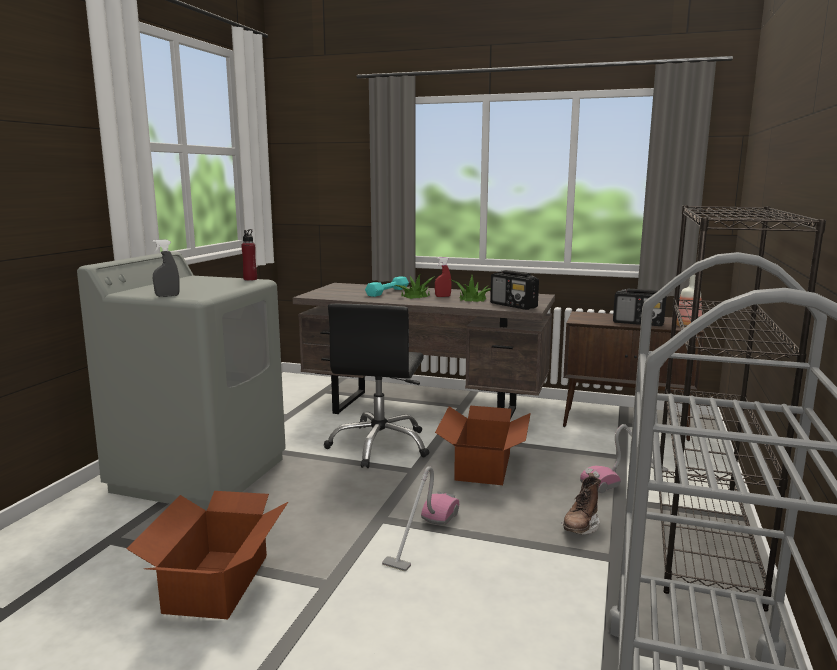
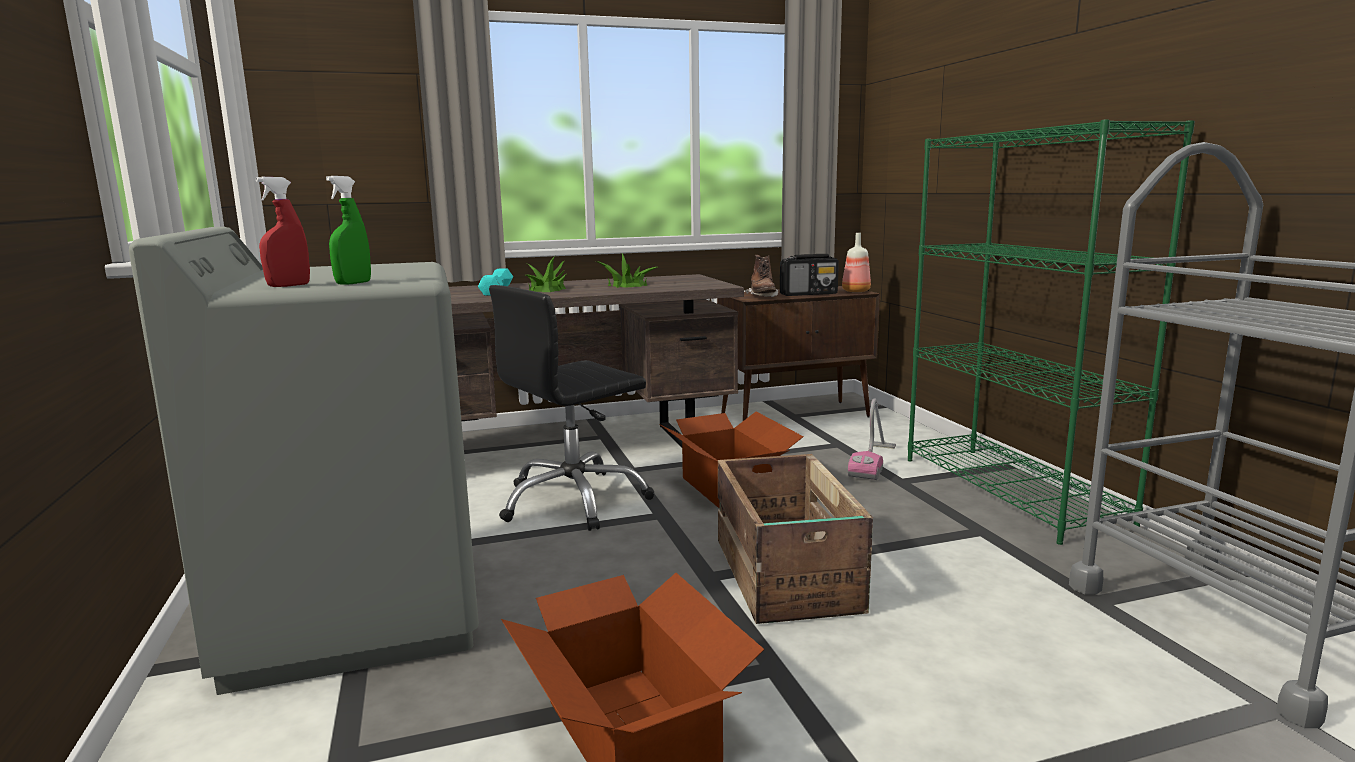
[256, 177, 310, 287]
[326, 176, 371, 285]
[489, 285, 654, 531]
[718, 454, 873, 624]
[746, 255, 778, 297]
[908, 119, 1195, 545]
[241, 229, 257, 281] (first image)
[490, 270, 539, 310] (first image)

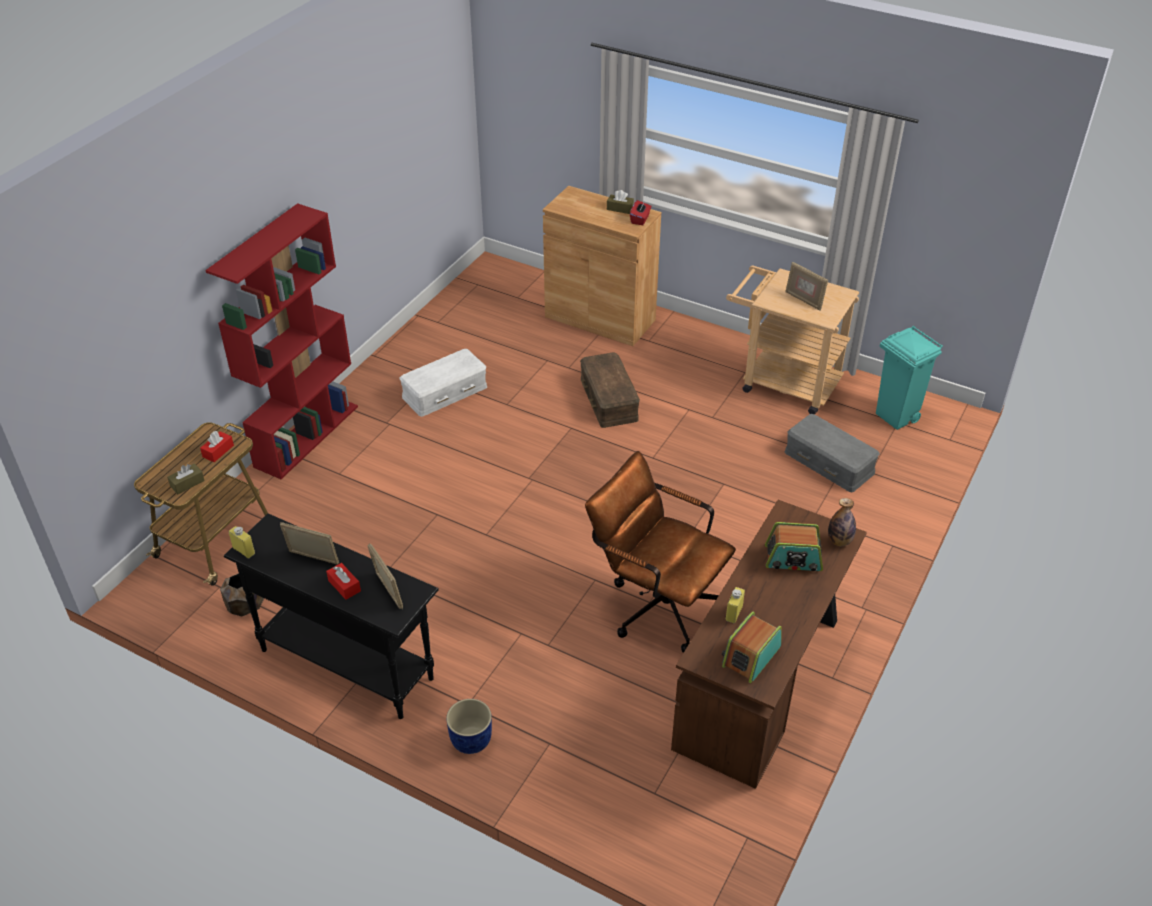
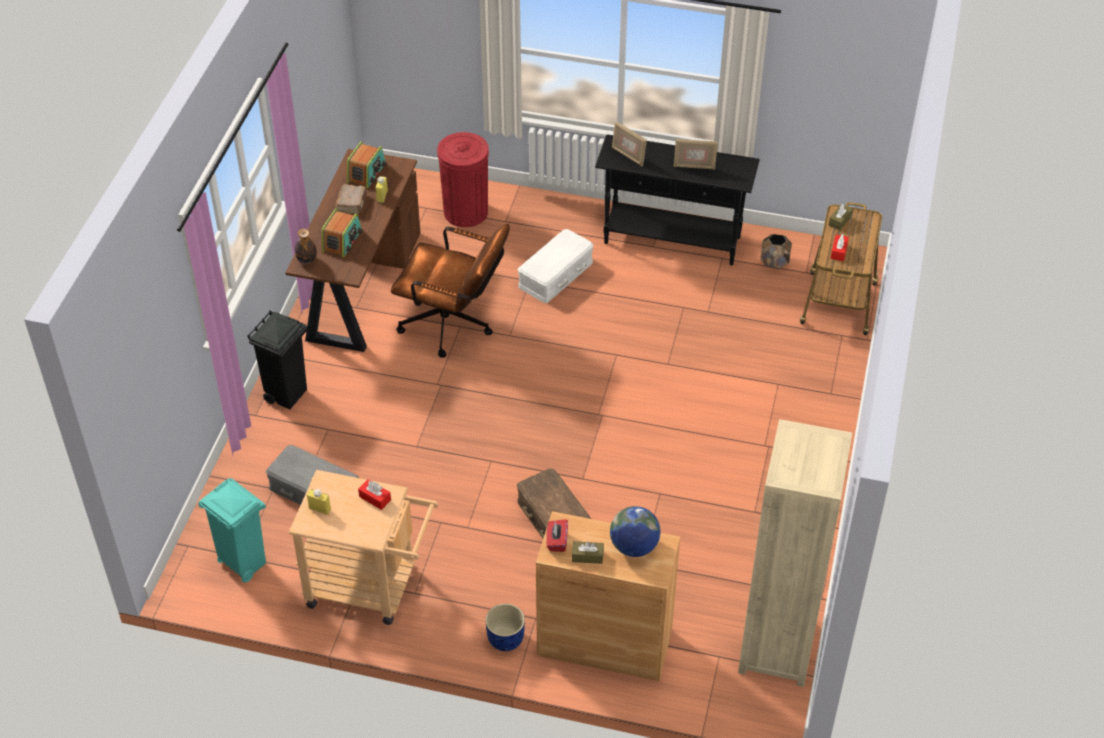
[247, 310, 308, 409]
[307, 489, 331, 515]
[322, 208, 363, 257]
[336, 184, 367, 214]
[358, 480, 391, 510]
[437, 132, 489, 227]
[485, 604, 525, 651]
[518, 229, 593, 303]
[610, 506, 660, 557]
[738, 419, 852, 687]
[205, 203, 358, 479] (first image)
[785, 262, 828, 311] (first image)

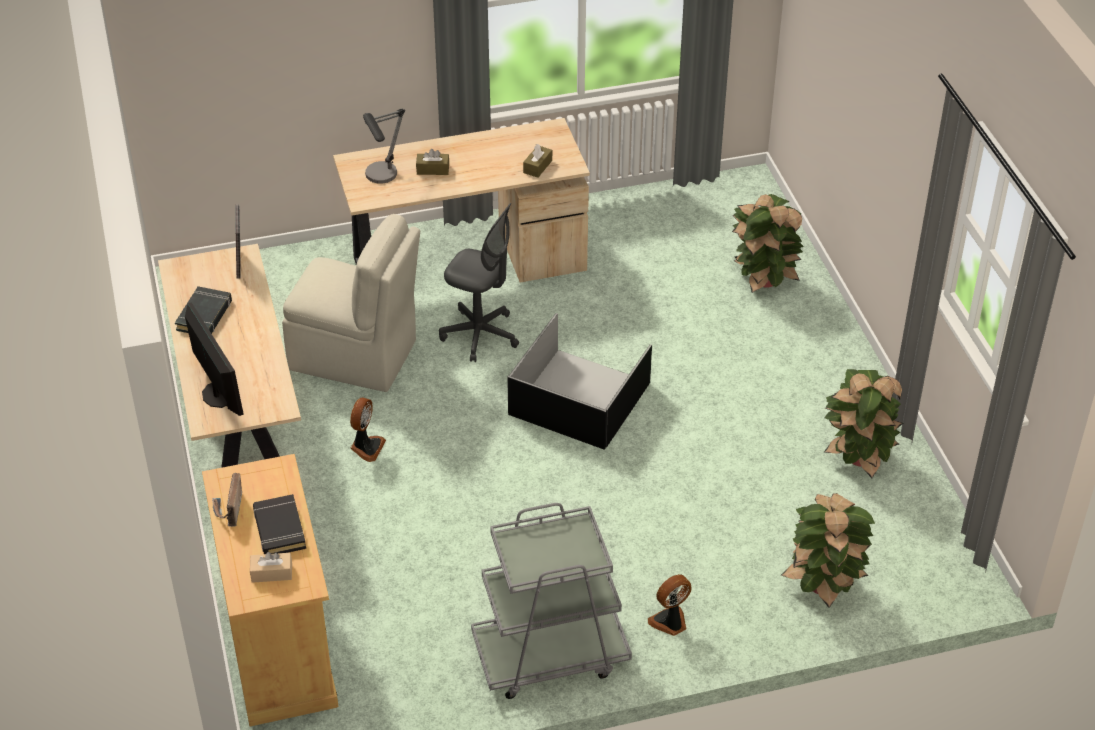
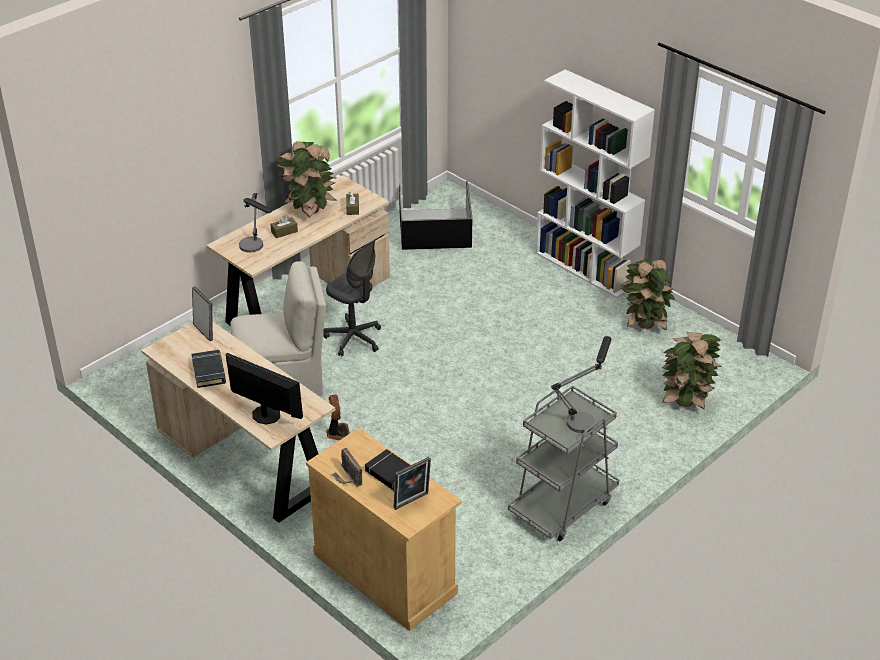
[276, 141, 337, 218]
[323, 240, 381, 357]
[394, 457, 431, 510]
[399, 181, 472, 250]
[535, 69, 655, 298]
[551, 336, 611, 433]
[648, 574, 691, 636] (first image)

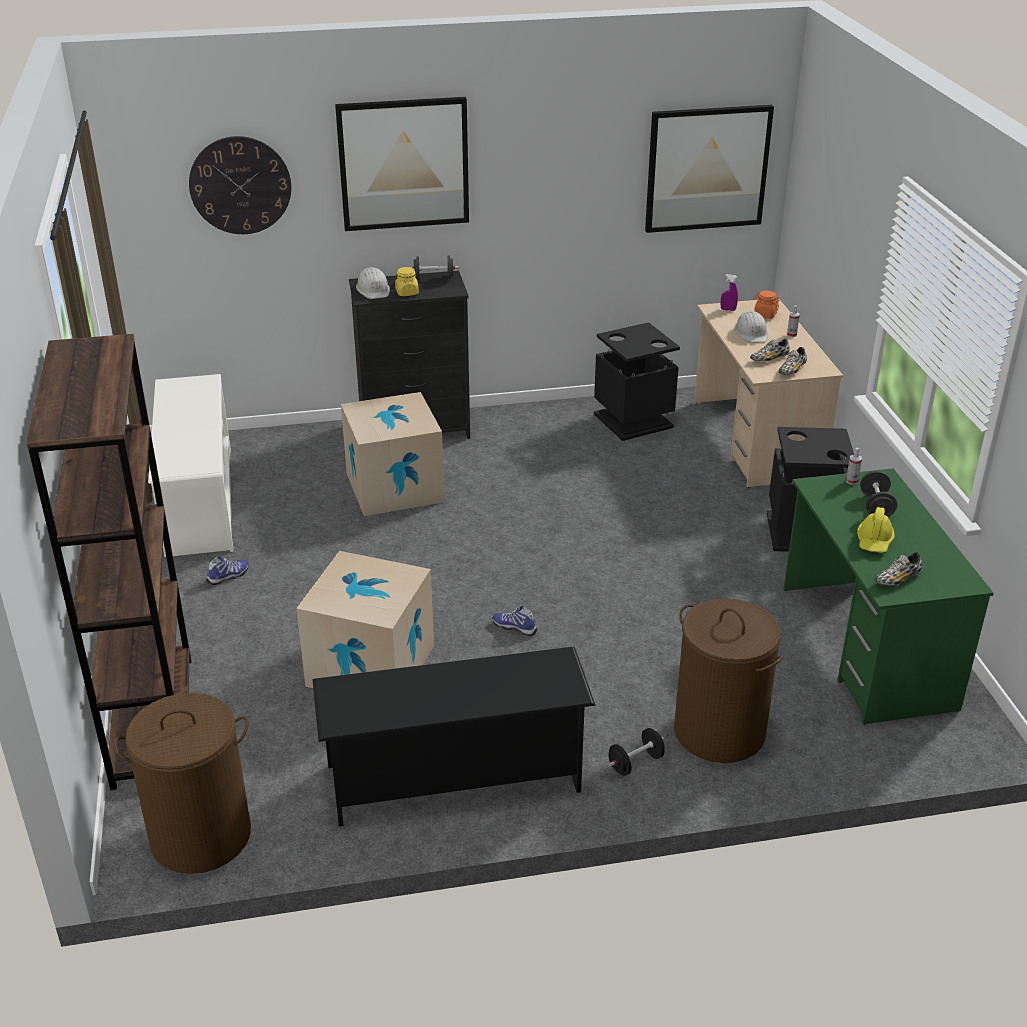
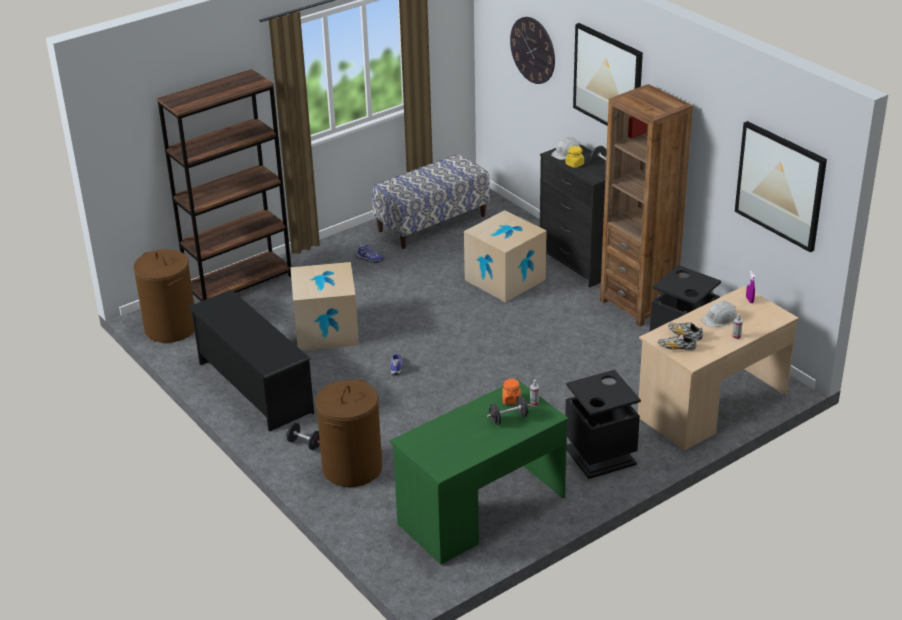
[372, 154, 490, 249]
[502, 378, 521, 405]
[600, 84, 693, 327]
[857, 507, 895, 553] (first image)
[874, 552, 923, 586] (first image)

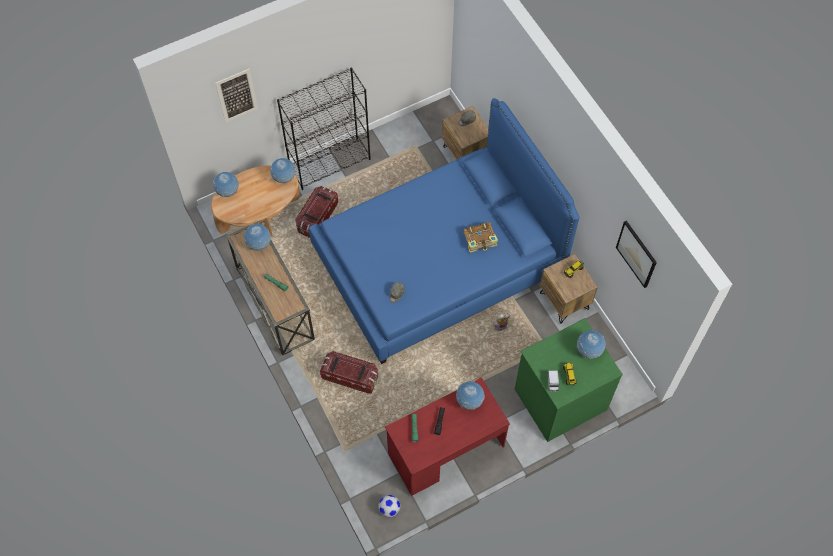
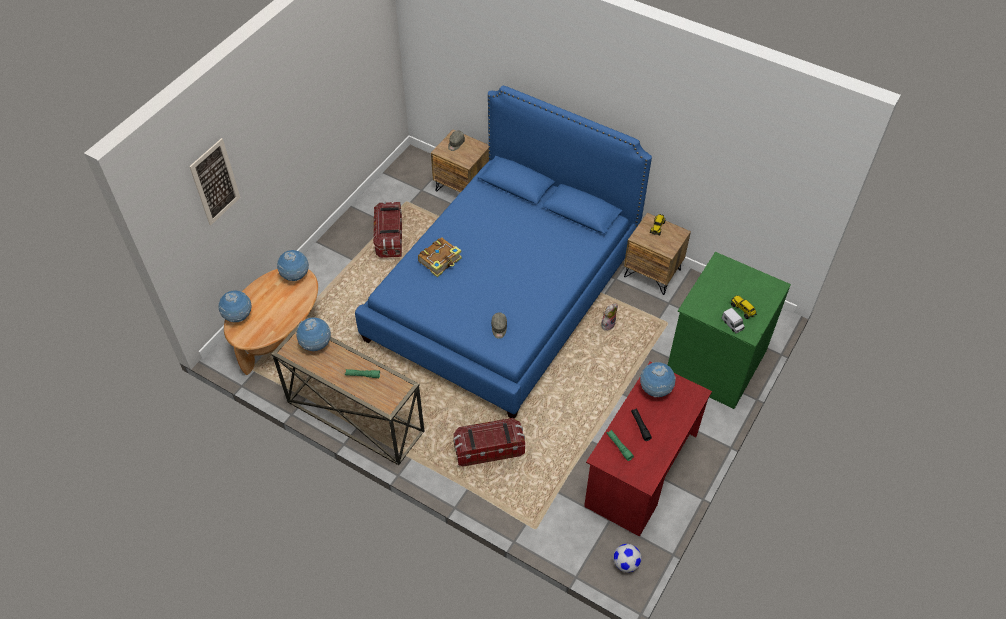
[373, 201, 402, 258]
[418, 237, 462, 277]
[277, 68, 371, 190] (first image)
[577, 330, 606, 359] (first image)
[616, 220, 657, 288] (first image)

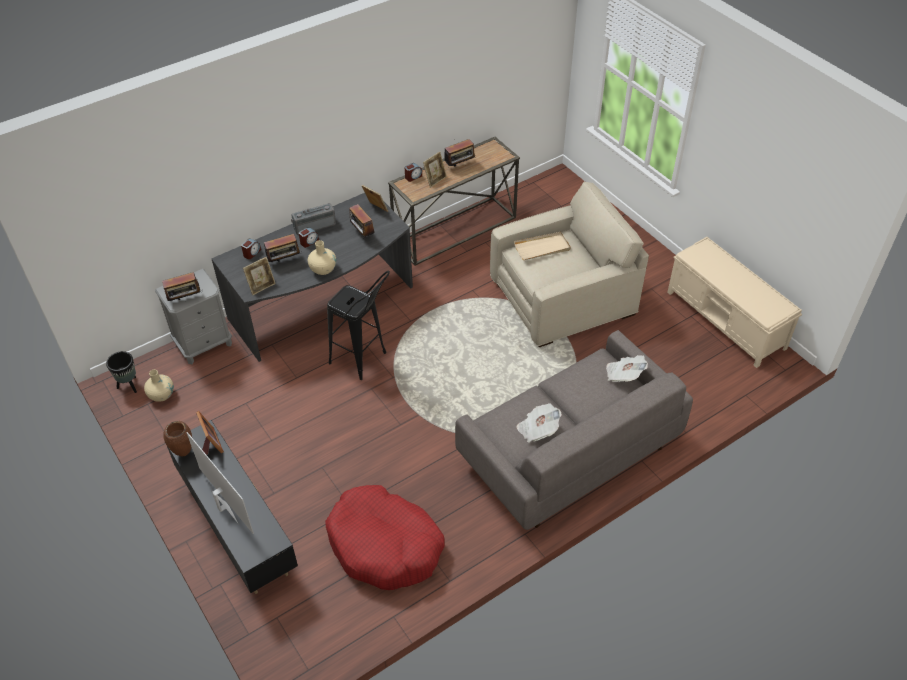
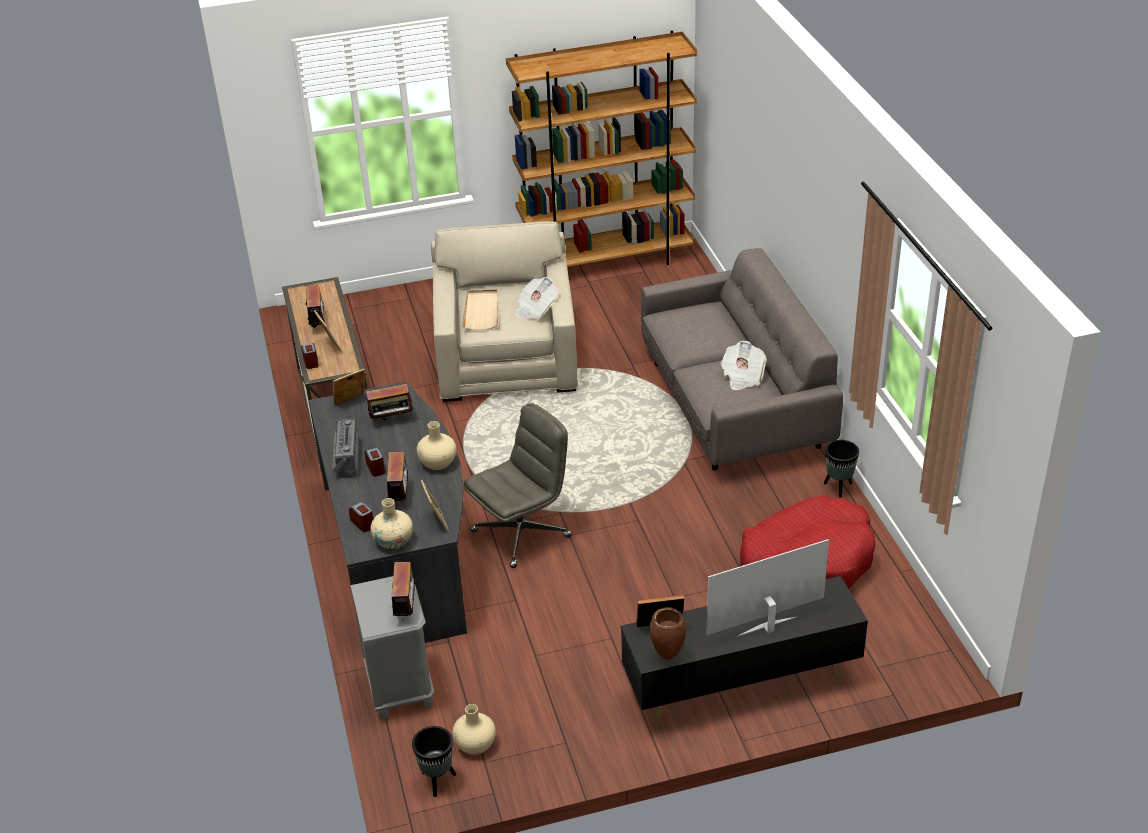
[370, 498, 413, 549]
[464, 403, 572, 568]
[506, 30, 697, 267]
[515, 277, 559, 319]
[824, 440, 859, 498]

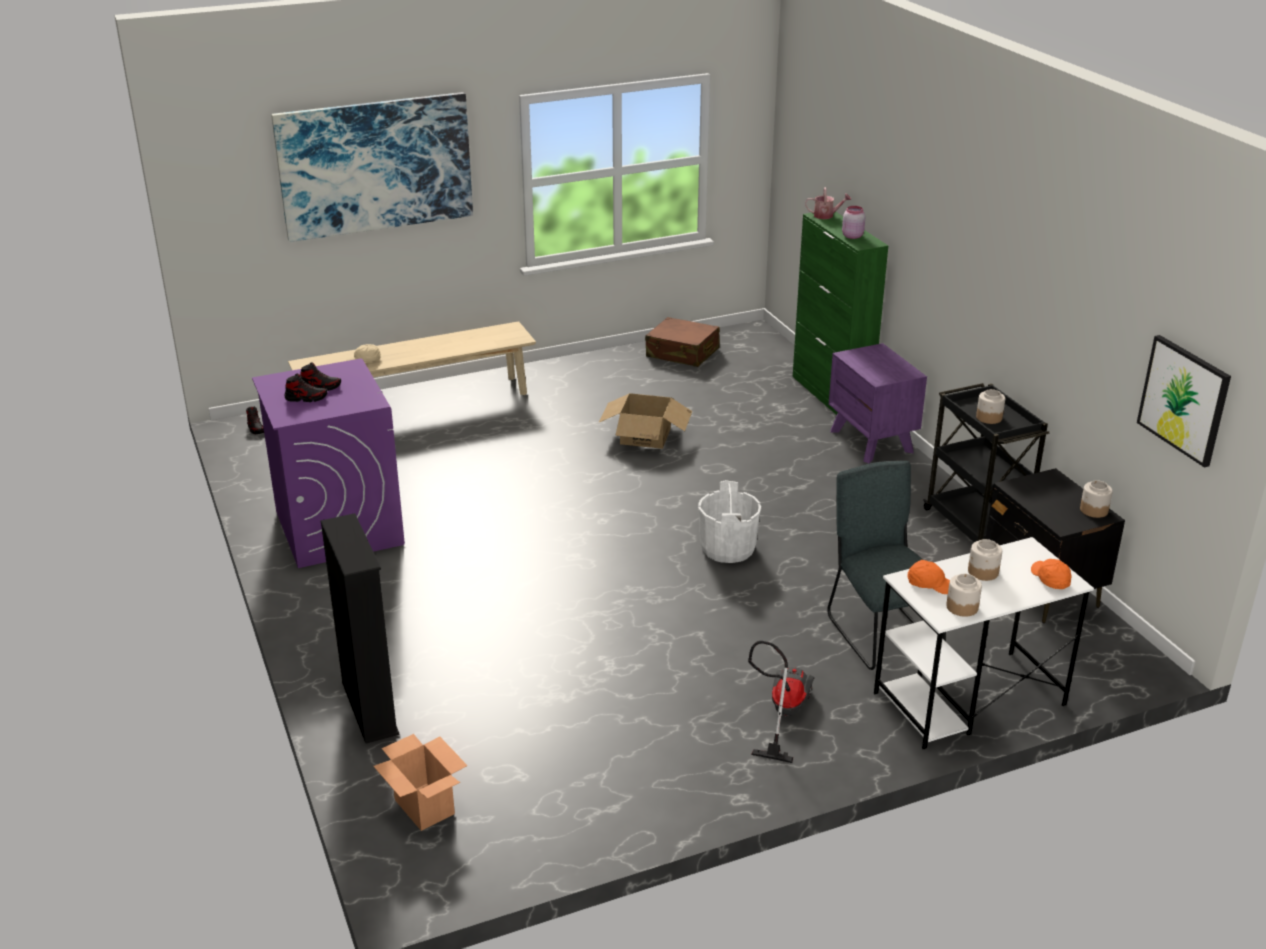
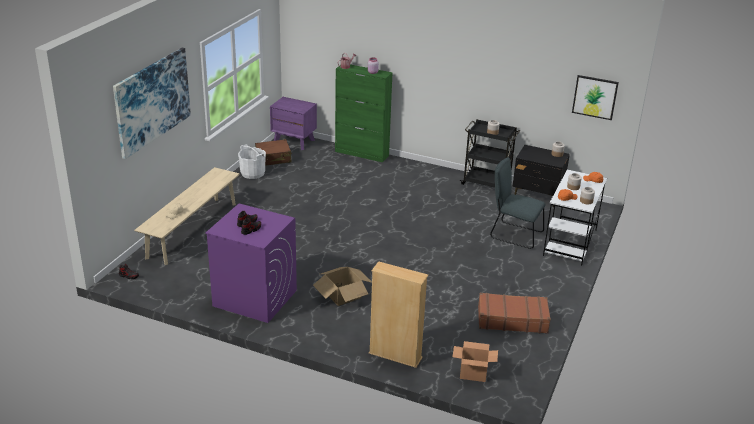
[238, 144, 266, 179]
[270, 97, 317, 150]
[313, 267, 372, 306]
[369, 261, 429, 368]
[478, 293, 551, 334]
[748, 641, 815, 763] (first image)

